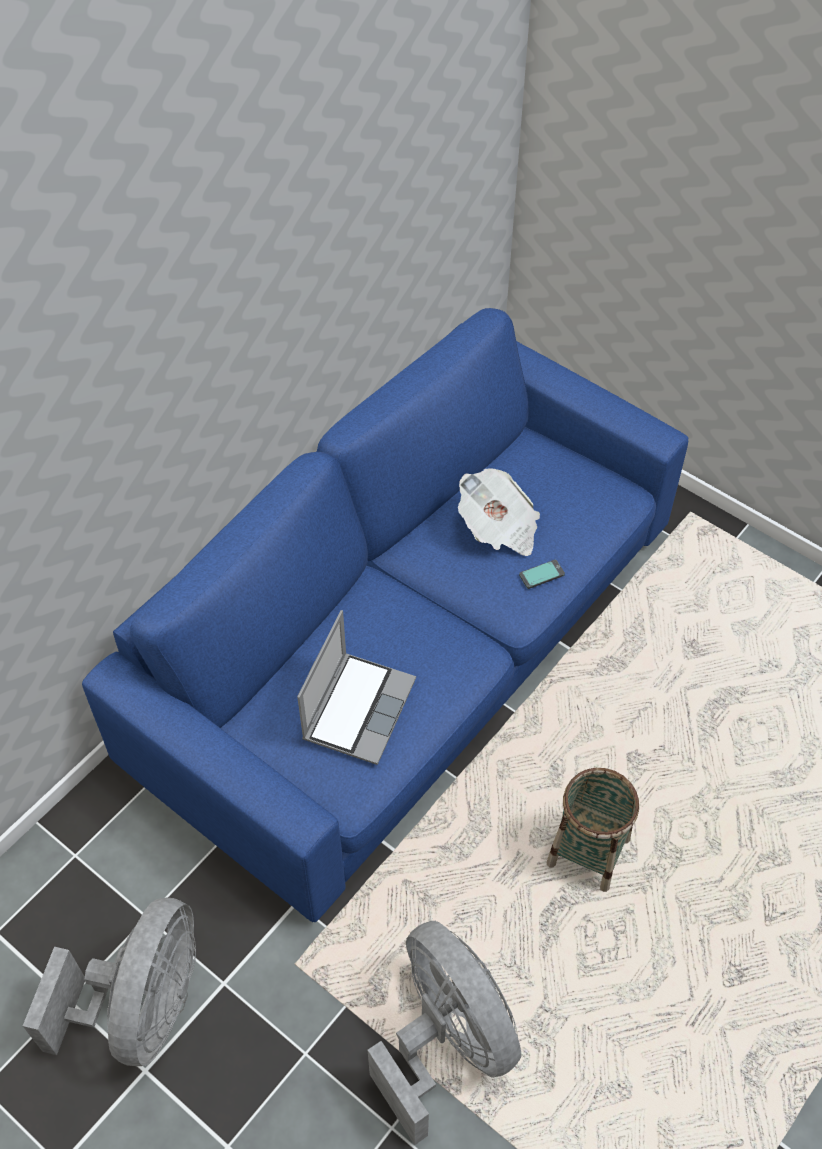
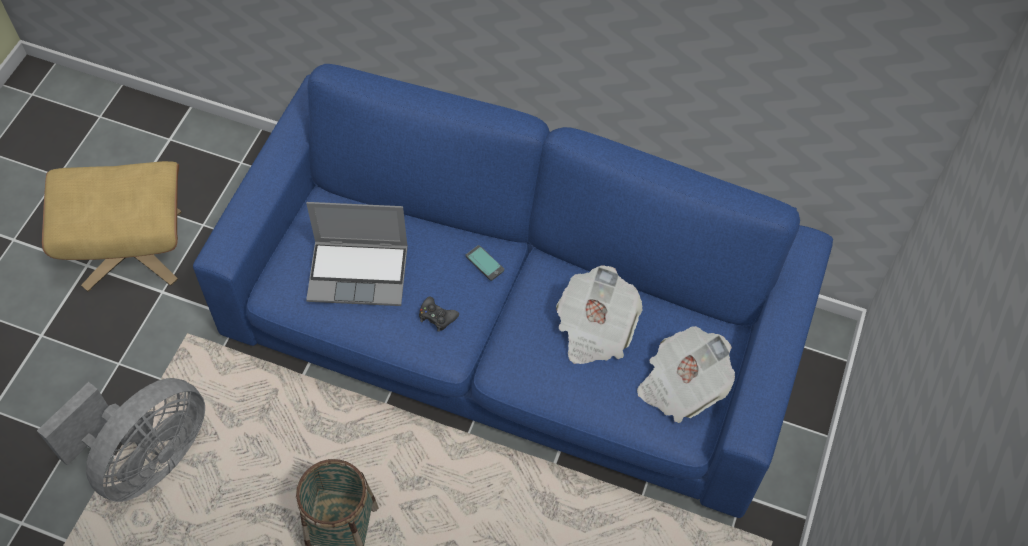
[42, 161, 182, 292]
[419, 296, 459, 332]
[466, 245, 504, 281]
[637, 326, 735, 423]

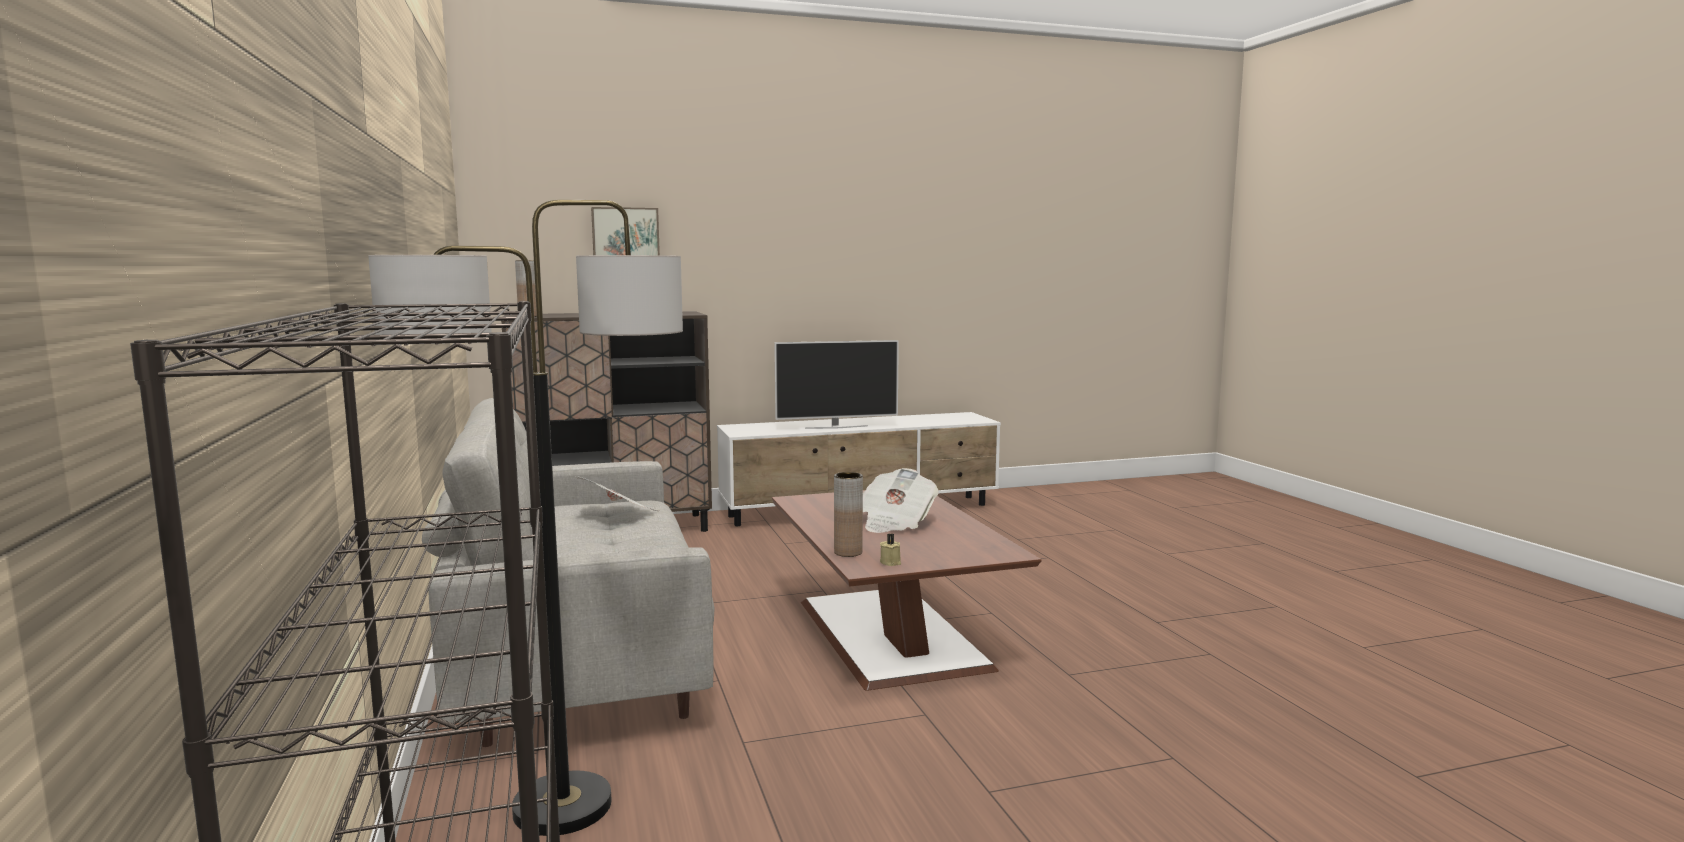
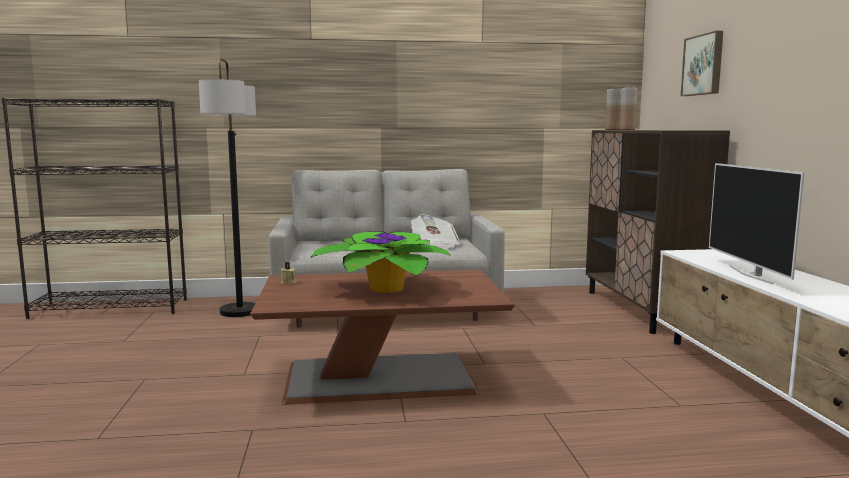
[310, 231, 451, 293]
[620, 87, 637, 130]

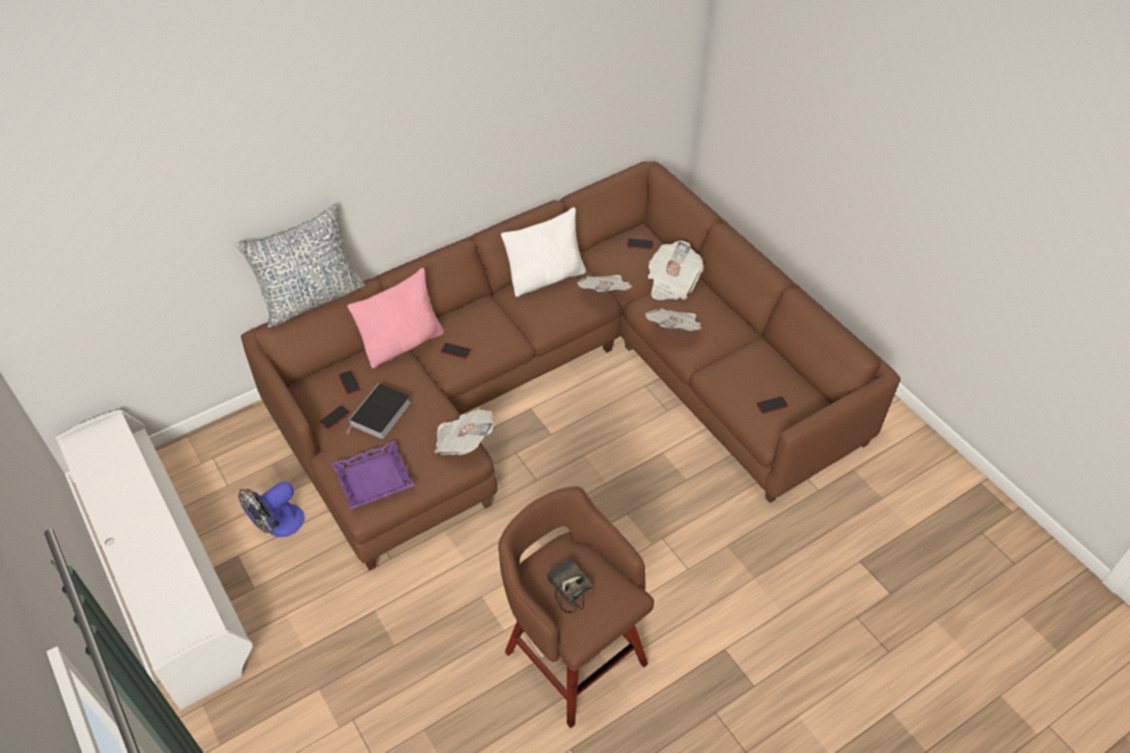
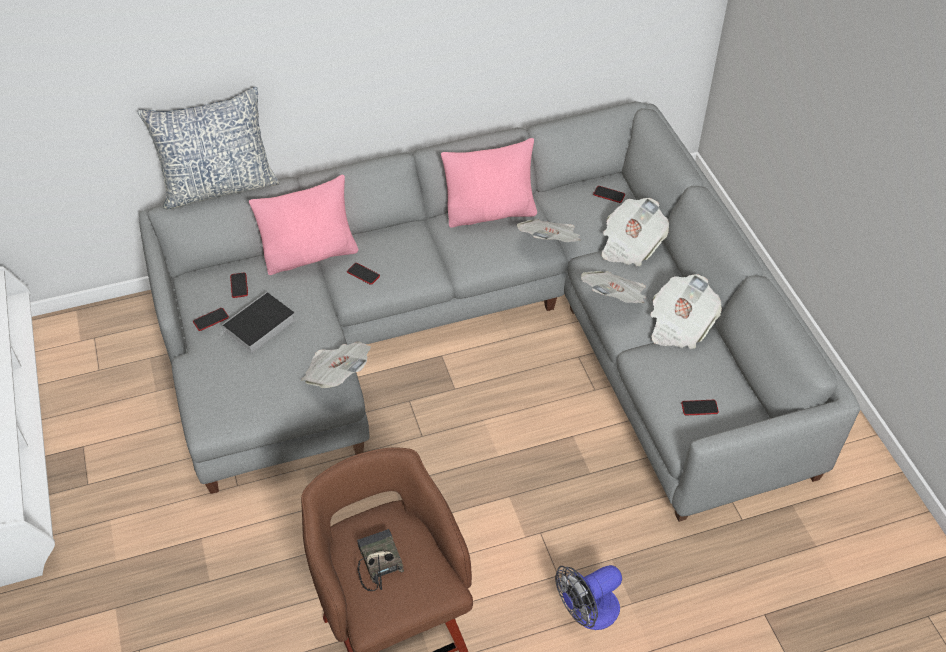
[139, 101, 860, 522]
[441, 138, 537, 228]
[555, 565, 622, 630]
[650, 274, 722, 349]
[332, 440, 415, 510] (first image)

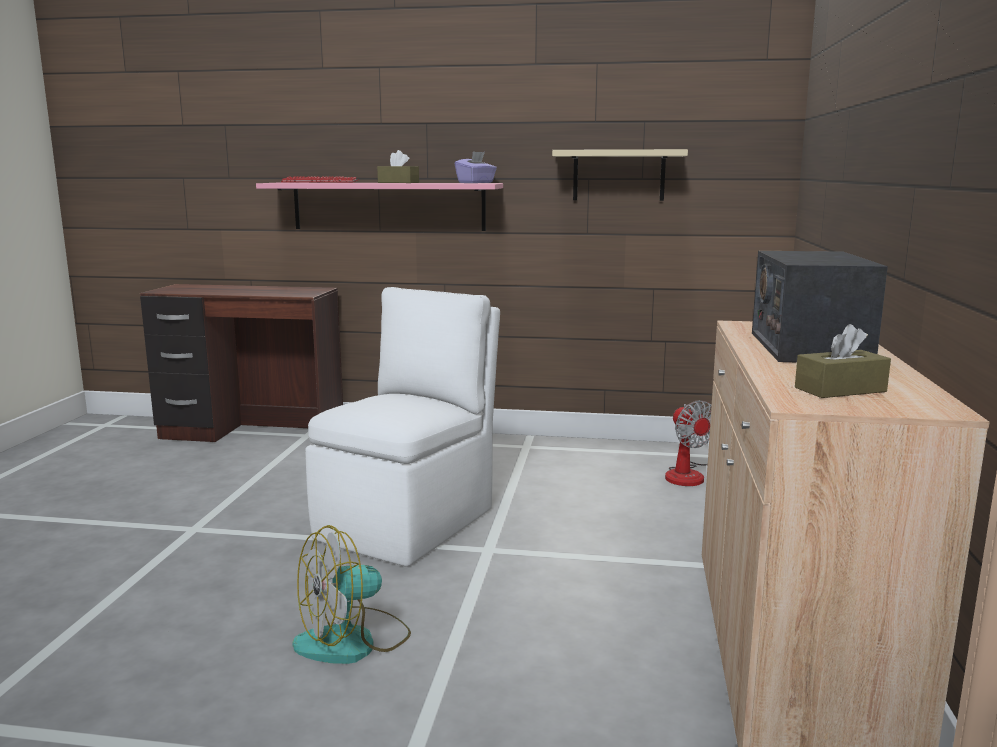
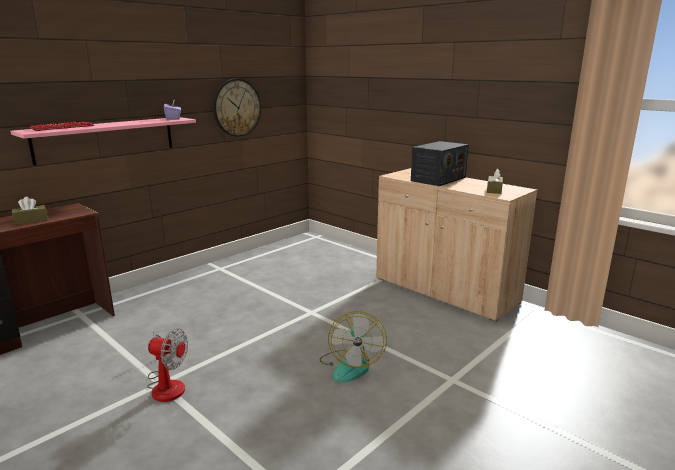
[12, 197, 48, 225]
[147, 328, 188, 402]
[213, 79, 261, 137]
[411, 141, 469, 186]
[305, 287, 500, 567] (first image)

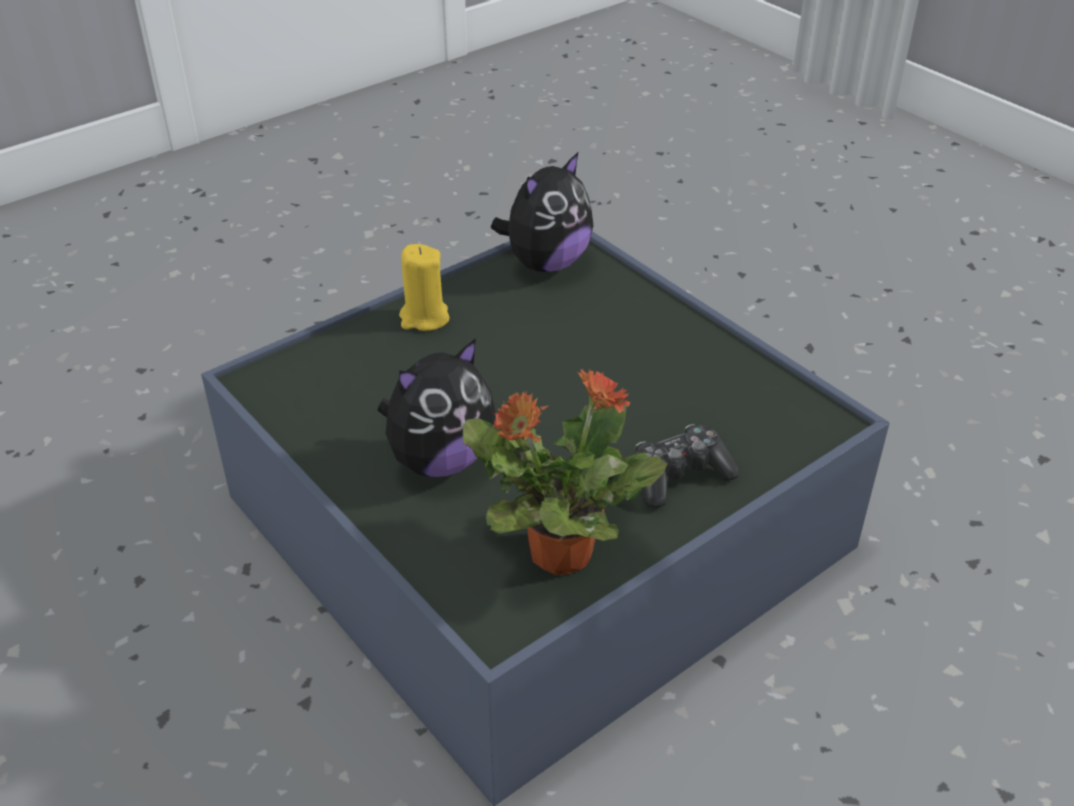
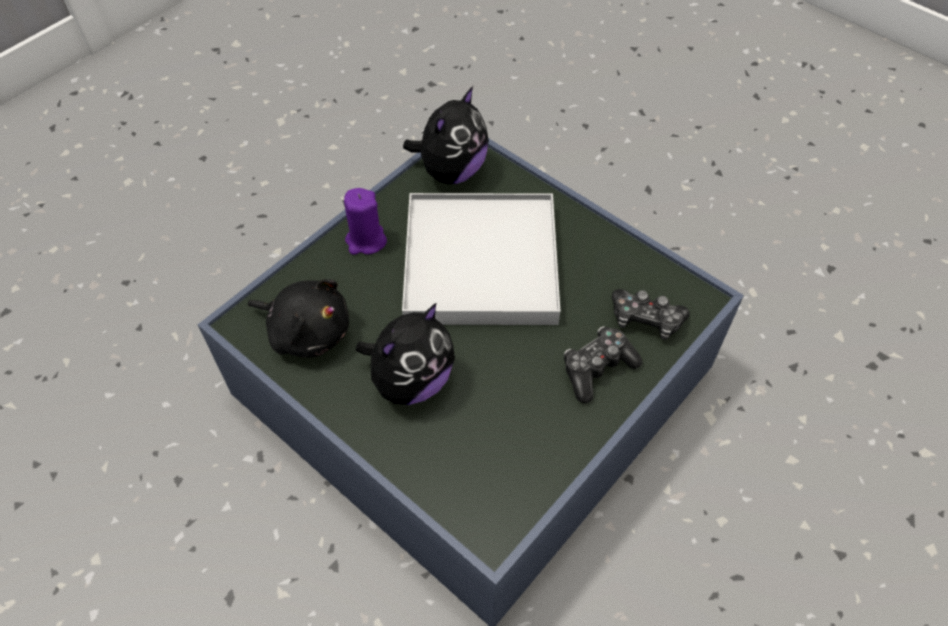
[248, 279, 349, 358]
[344, 188, 387, 255]
[402, 193, 560, 325]
[612, 289, 690, 340]
[463, 368, 667, 575] (first image)

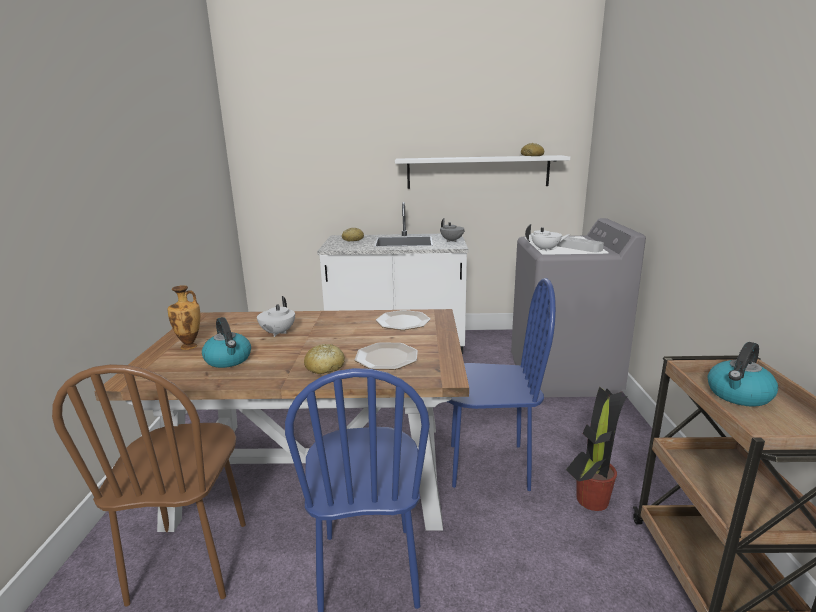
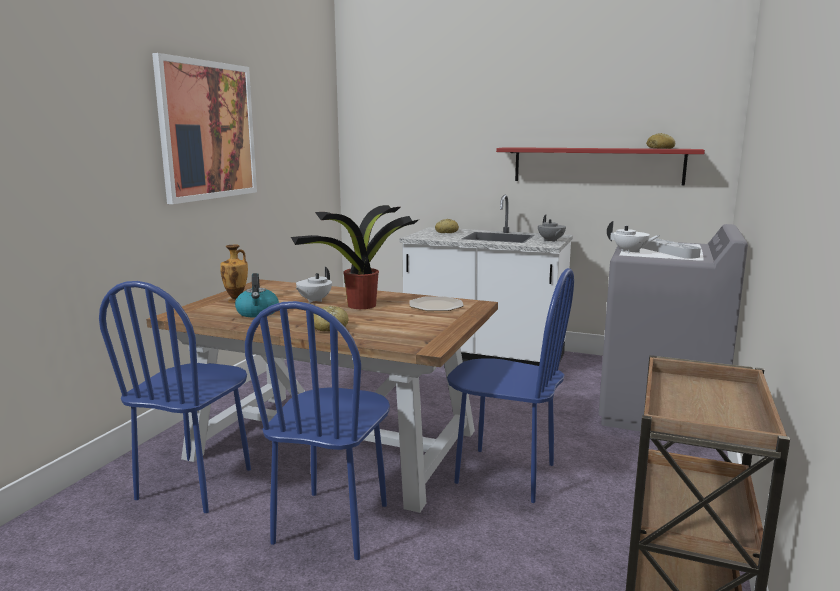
[99, 281, 251, 513]
[152, 53, 257, 204]
[291, 205, 418, 309]
[496, 147, 705, 186]
[355, 343, 418, 370] (first image)
[707, 342, 778, 407] (first image)

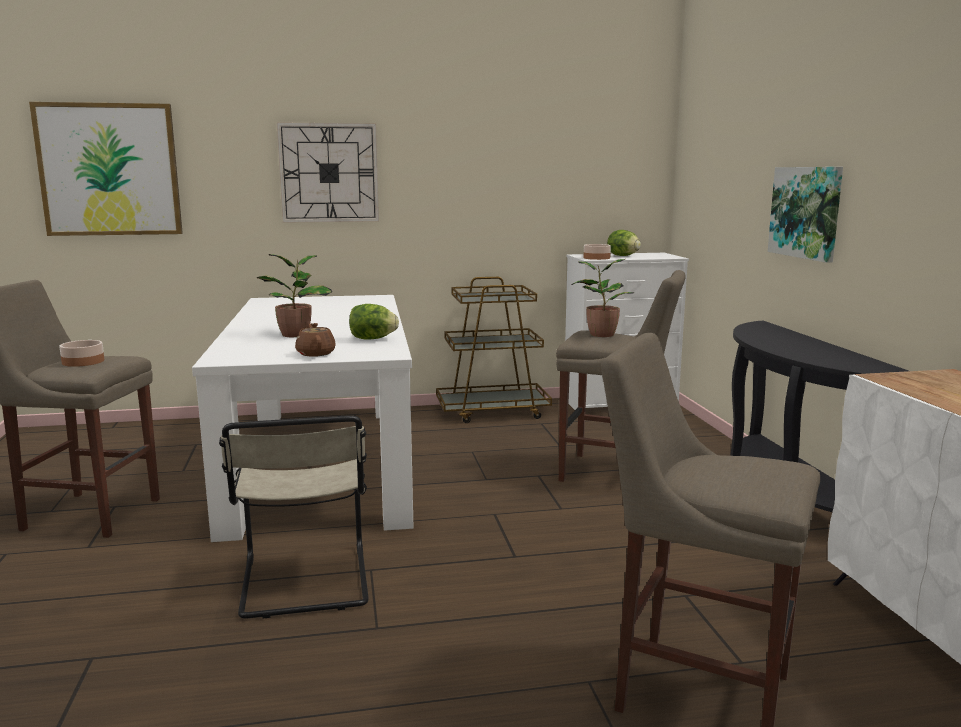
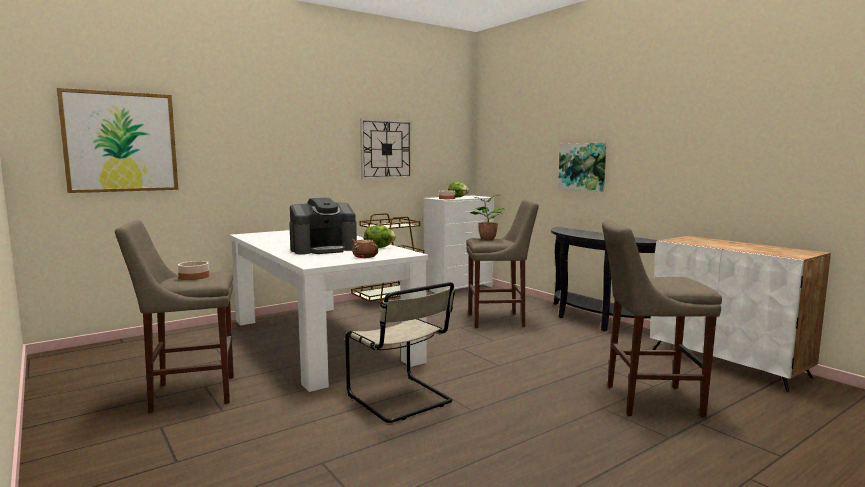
[289, 198, 357, 255]
[360, 118, 412, 179]

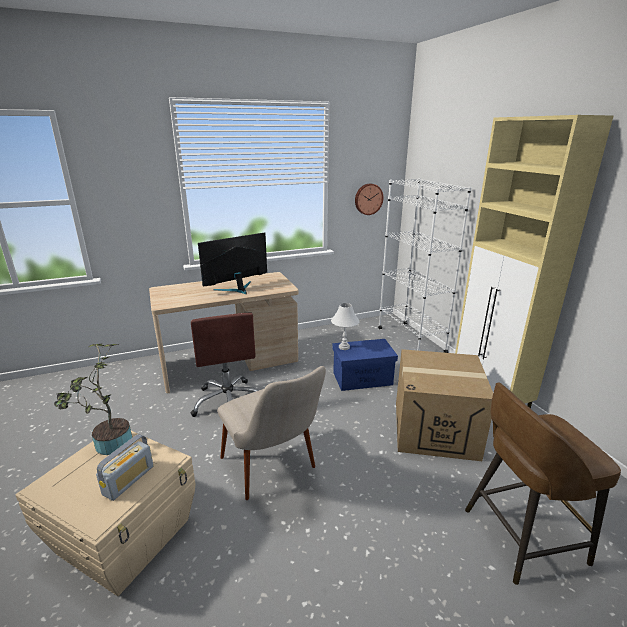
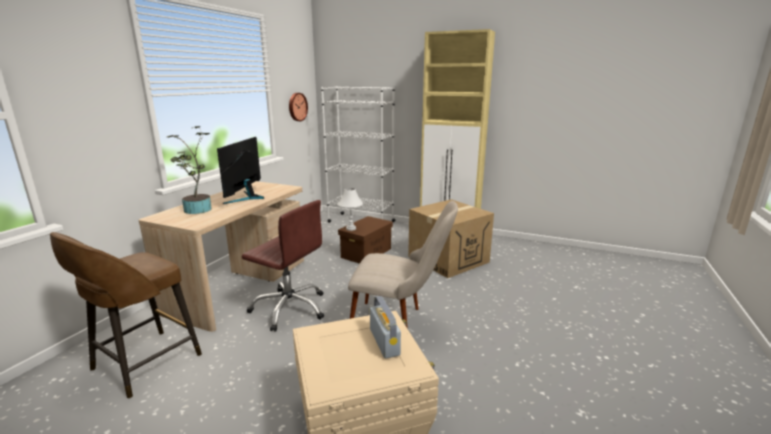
[50, 232, 202, 398]
[166, 126, 212, 214]
[338, 216, 393, 264]

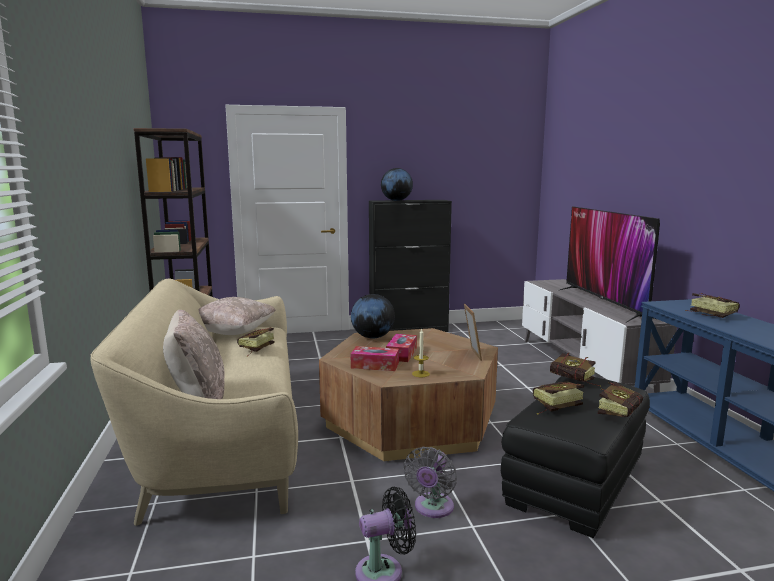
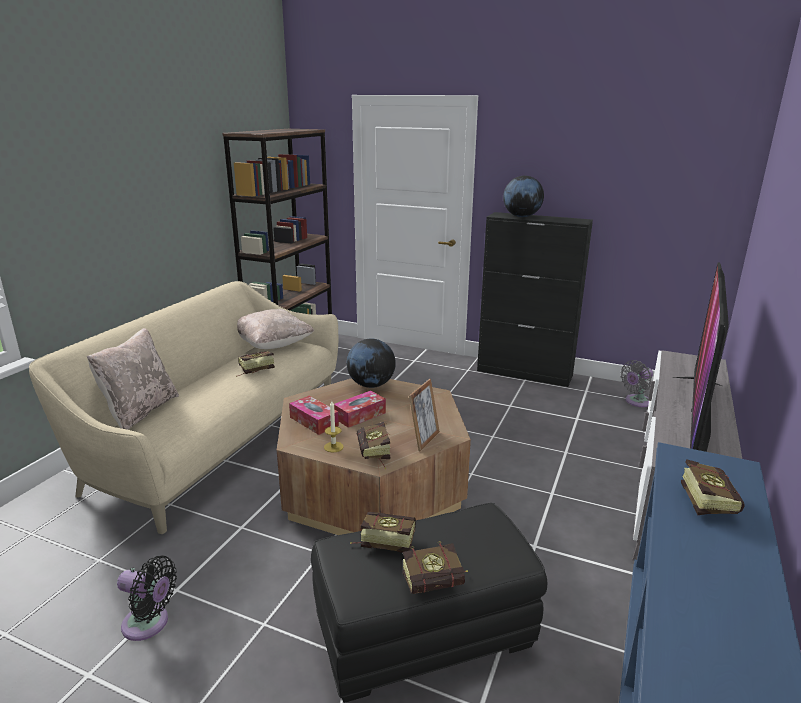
[357, 422, 391, 469]
[620, 360, 653, 407]

